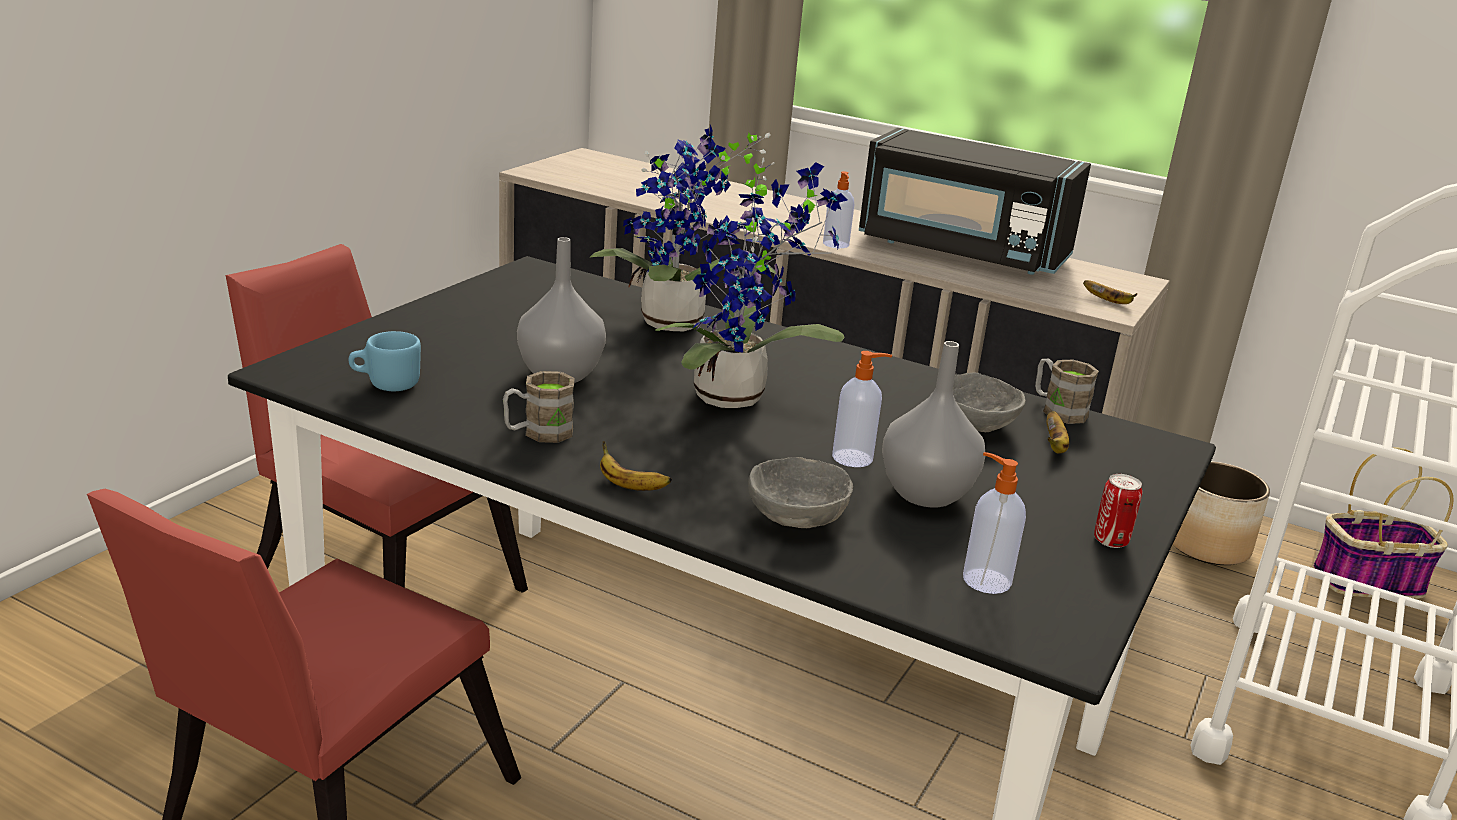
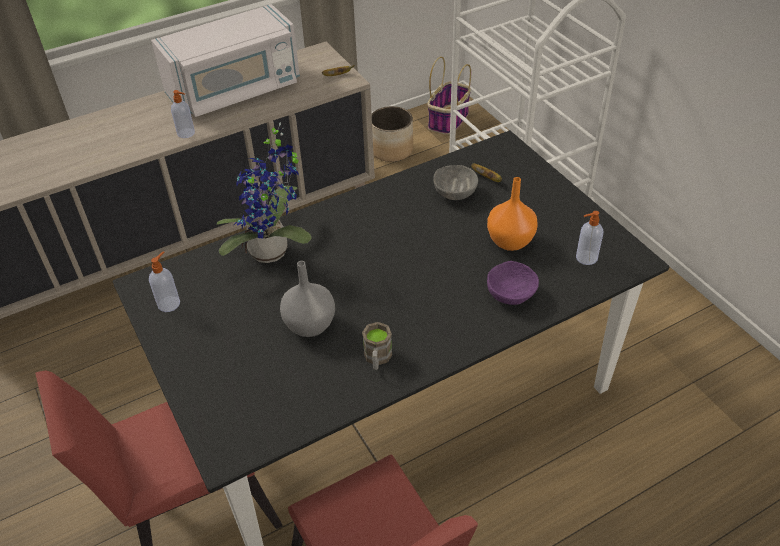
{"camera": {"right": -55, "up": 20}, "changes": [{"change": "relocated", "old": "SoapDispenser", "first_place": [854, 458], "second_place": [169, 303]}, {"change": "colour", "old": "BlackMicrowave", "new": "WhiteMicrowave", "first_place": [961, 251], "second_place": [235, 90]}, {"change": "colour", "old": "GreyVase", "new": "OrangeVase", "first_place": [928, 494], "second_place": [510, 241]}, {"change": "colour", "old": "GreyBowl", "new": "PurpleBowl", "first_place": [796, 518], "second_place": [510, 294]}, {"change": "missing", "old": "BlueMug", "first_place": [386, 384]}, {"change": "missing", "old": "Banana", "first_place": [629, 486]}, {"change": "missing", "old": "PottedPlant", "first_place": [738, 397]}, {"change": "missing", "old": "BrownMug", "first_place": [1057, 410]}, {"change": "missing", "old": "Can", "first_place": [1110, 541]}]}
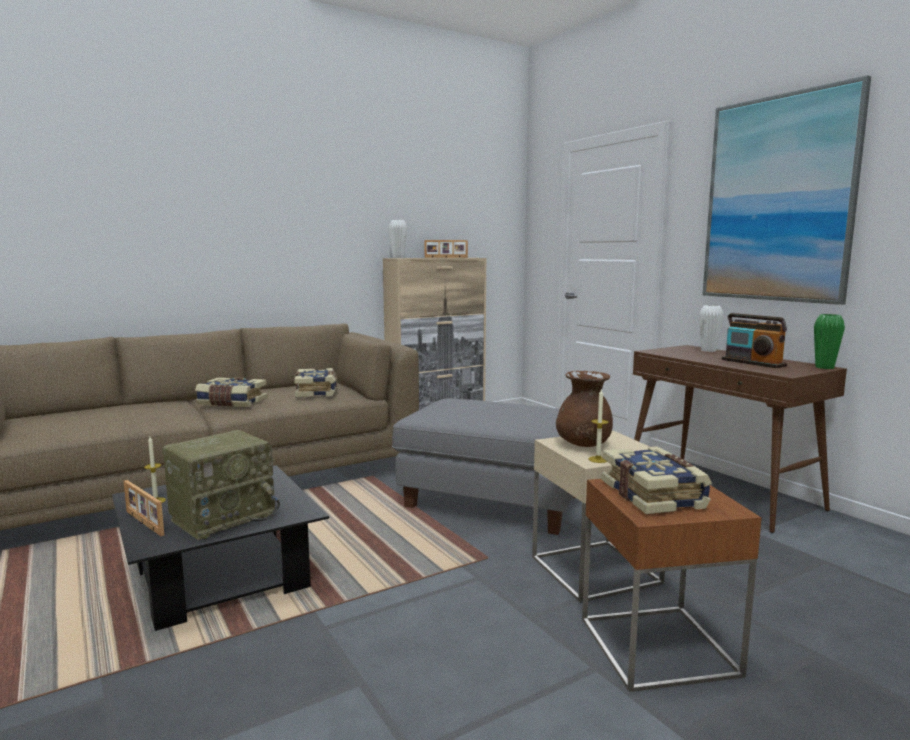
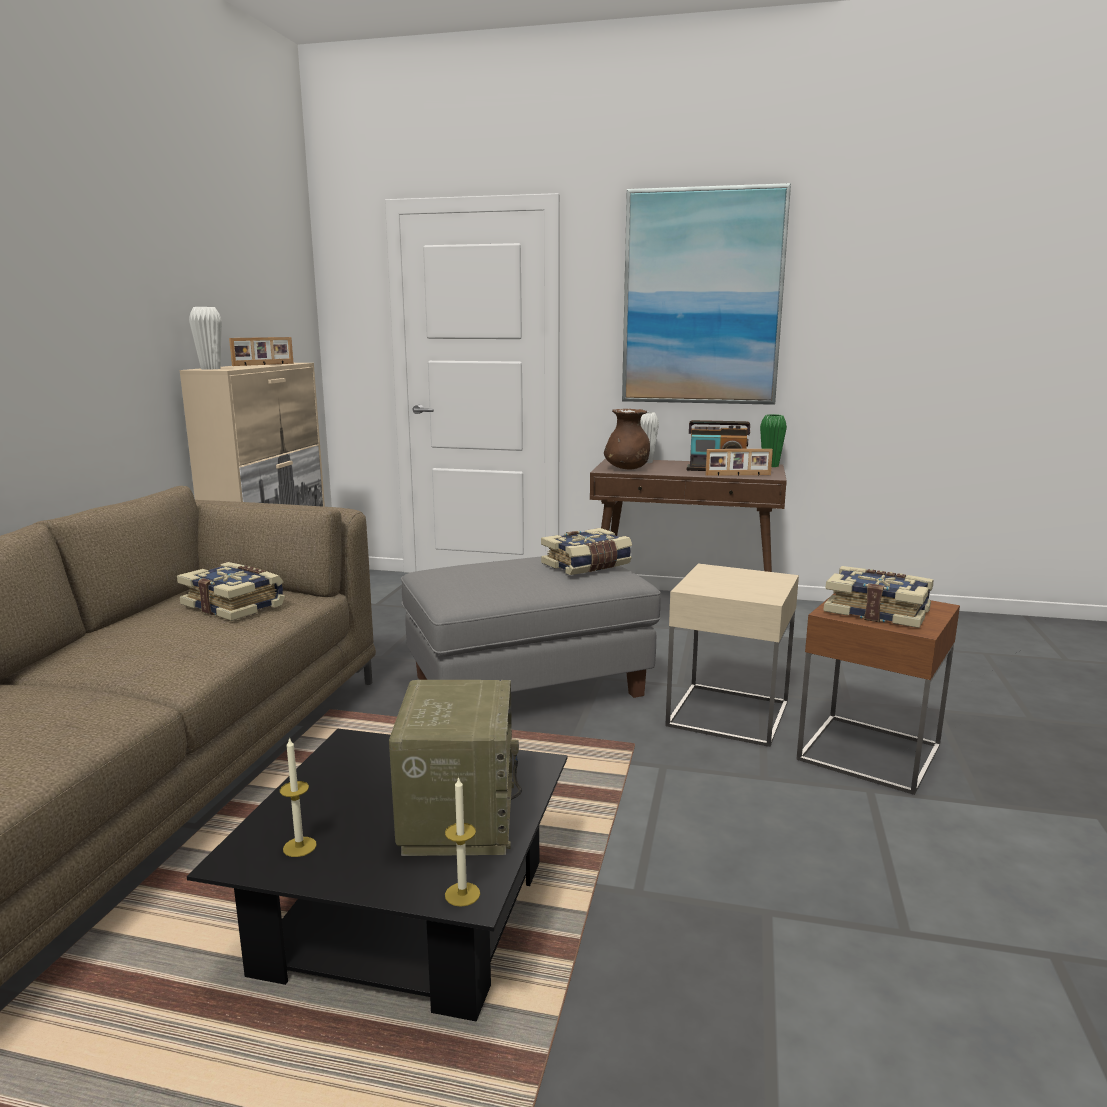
{"camera": {"right": -45, "up": 5}, "changes": [{"change": "relocated", "old": "Candle", "first_place": [598, 459], "second_place": [462, 894]}, {"change": "relocated", "old": "Book", "first_place": [231, 403], "second_place": [587, 565]}, {"change": "relocated", "old": "BrownVase", "first_place": [583, 445], "second_place": [627, 469]}, {"change": "relocated", "old": "PictureFrame", "first_place": [143, 523], "second_place": [738, 475]}]}
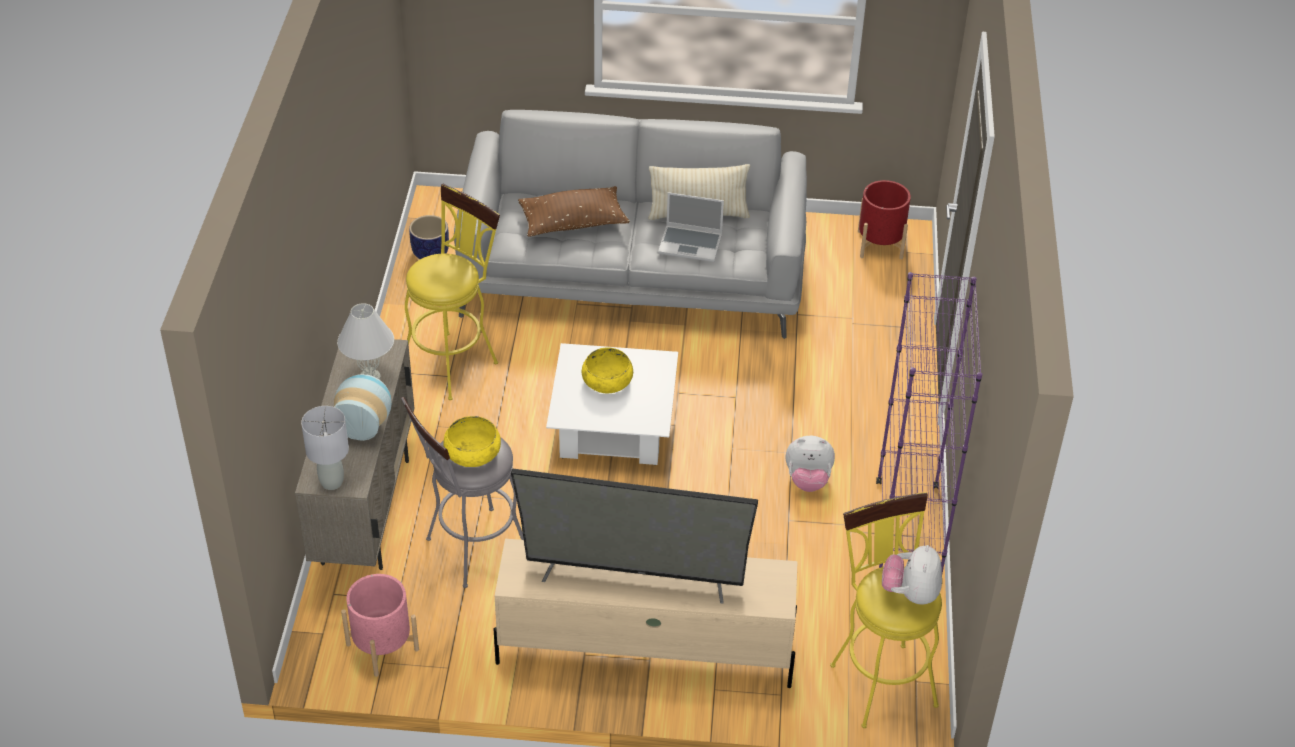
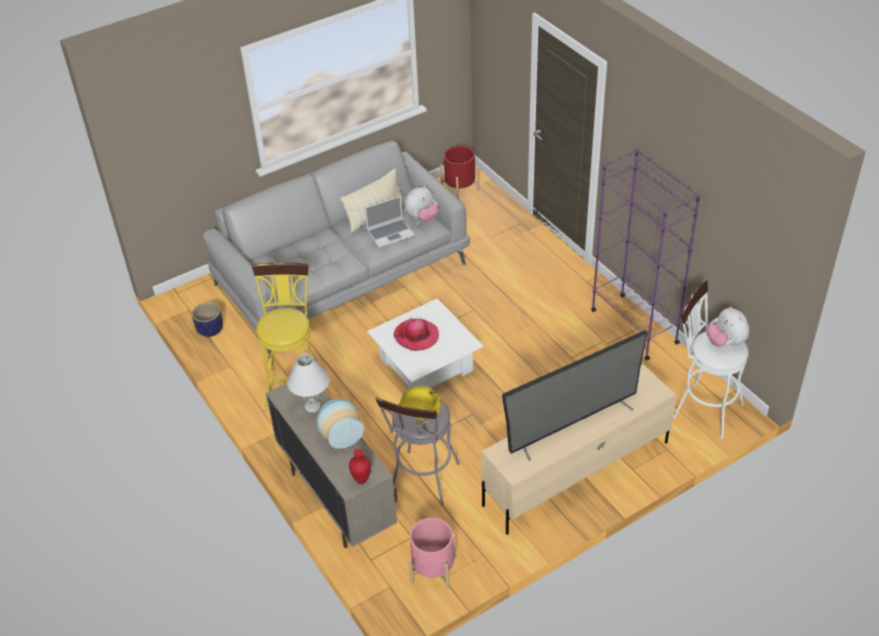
{"camera": {"right": -35, "up": 0}, "changes": [{"change": "exchanged", "old": "GreyTableLamp", "new": "RedVase", "first_place": [331, 482], "second_place": [361, 480]}, {"change": "exchanged", "old": "YellowBowl", "new": "Hat", "first_place": [607, 381], "second_place": [416, 336]}, {"change": "relocated", "old": "PlushToy", "first_place": [808, 480], "second_place": [422, 217]}, {"change": "colour", "old": "YellowStool", "new": "WhiteStool", "first_place": [879, 678], "second_place": [702, 408]}, {"change": "missing", "old": "BrownPillow", "first_place": [573, 223]}]}
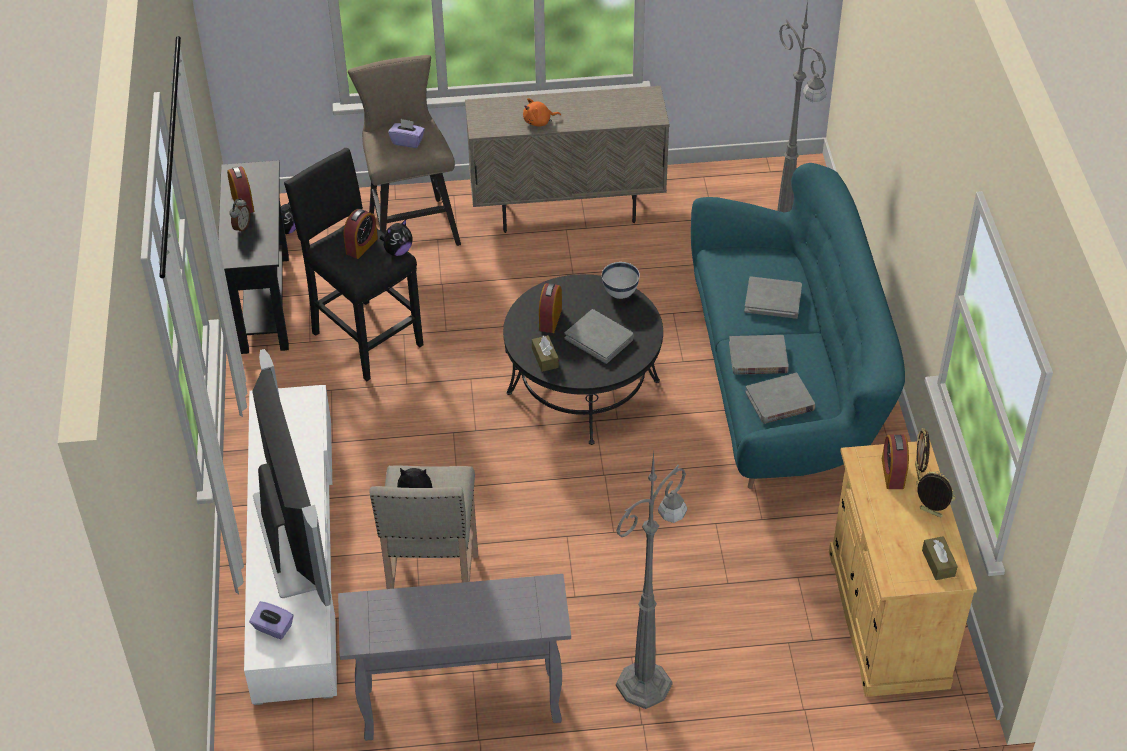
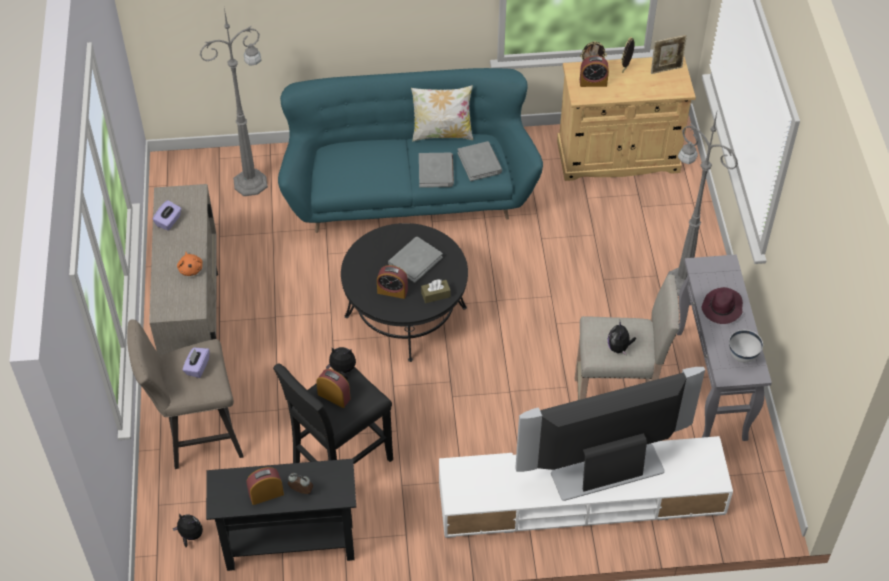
{"camera": {"right": -90, "up": 5}, "changes": [{"change": "relocated", "old": "PurpleTissueBox", "first_place": [273, 628], "second_place": [169, 221]}, {"change": "spun", "old": "PlushToy", "first_place": [398, 251], "second_place": [342, 370], "degrees": -45}, {"change": "appeared", "new": "Pillow", "second_place": [442, 133]}, {"change": "exchanged", "old": "BrownTissueBox", "new": "PictureFrame", "first_place": [938, 563], "second_place": [666, 69]}, {"change": "appeared", "new": "PurpleHat", "second_place": [722, 308]}, {"change": "relocated", "old": "WhiteBowl", "first_place": [620, 294], "second_place": [742, 356]}, {"change": "missing", "old": "GreyBook", "first_place": [773, 299]}]}
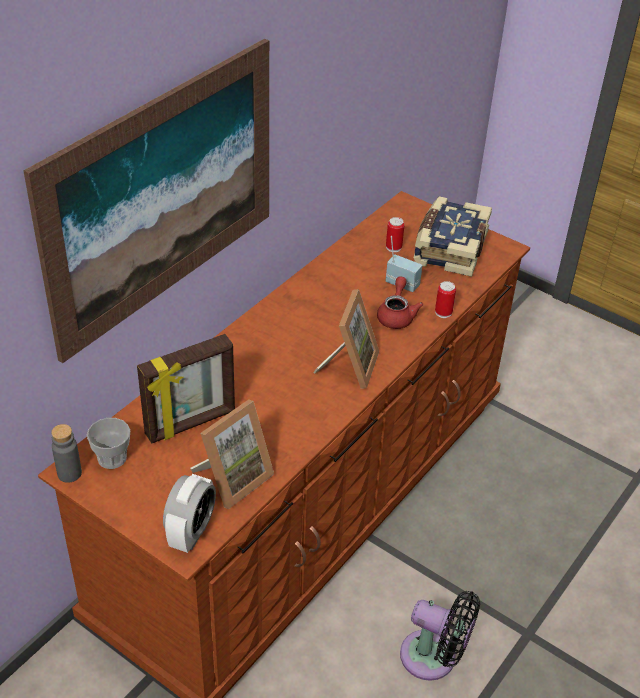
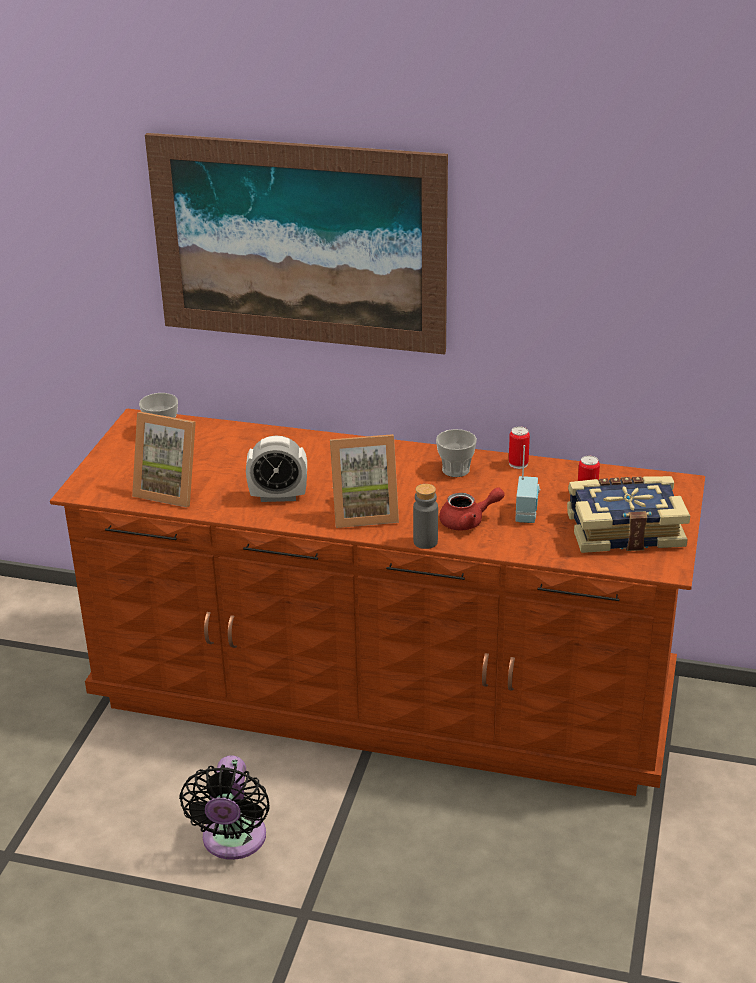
{"camera": {"right": 70, "up": -10}, "changes": [{"change": "relocated", "old": "AlarmClock", "first_place": [191, 533], "second_place": [278, 496]}, {"change": "relocated", "old": "GreyBottle", "first_place": [69, 473], "second_place": [425, 542]}, {"change": "appeared", "new": "Cup", "second_place": [455, 470]}, {"change": "relocated", "old": "Can", "first_place": [443, 312], "second_place": [518, 464]}, {"change": "missing", "old": "PictureFrame", "first_place": [191, 424]}]}
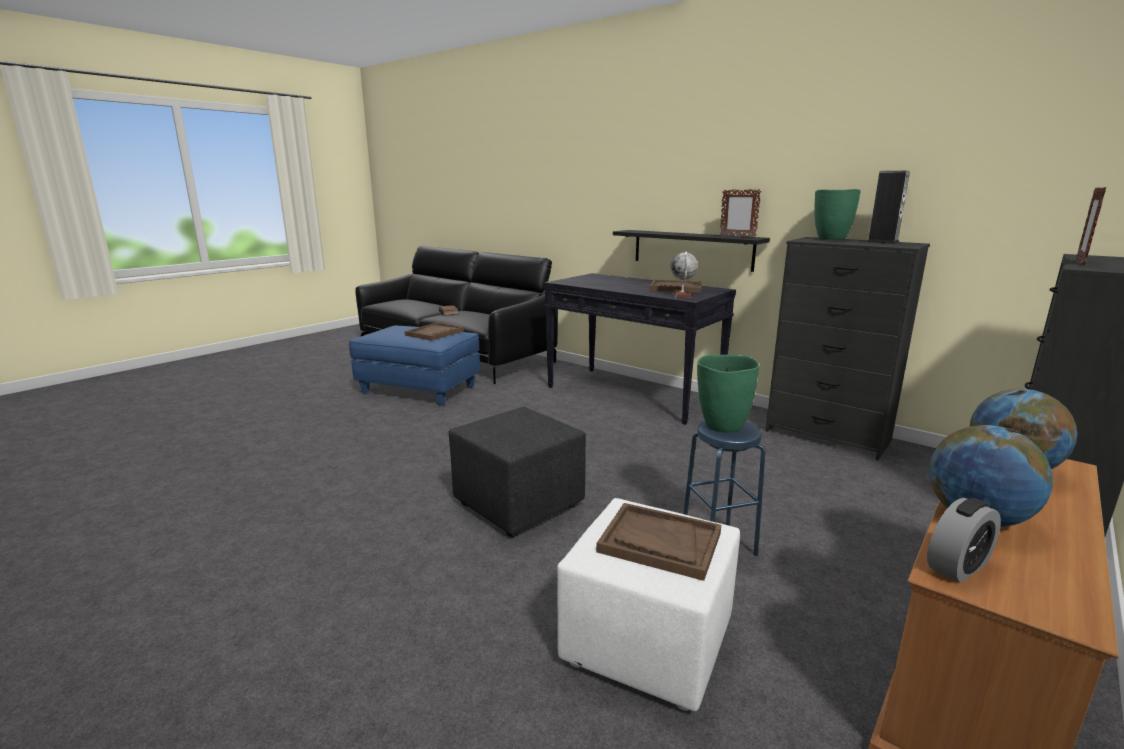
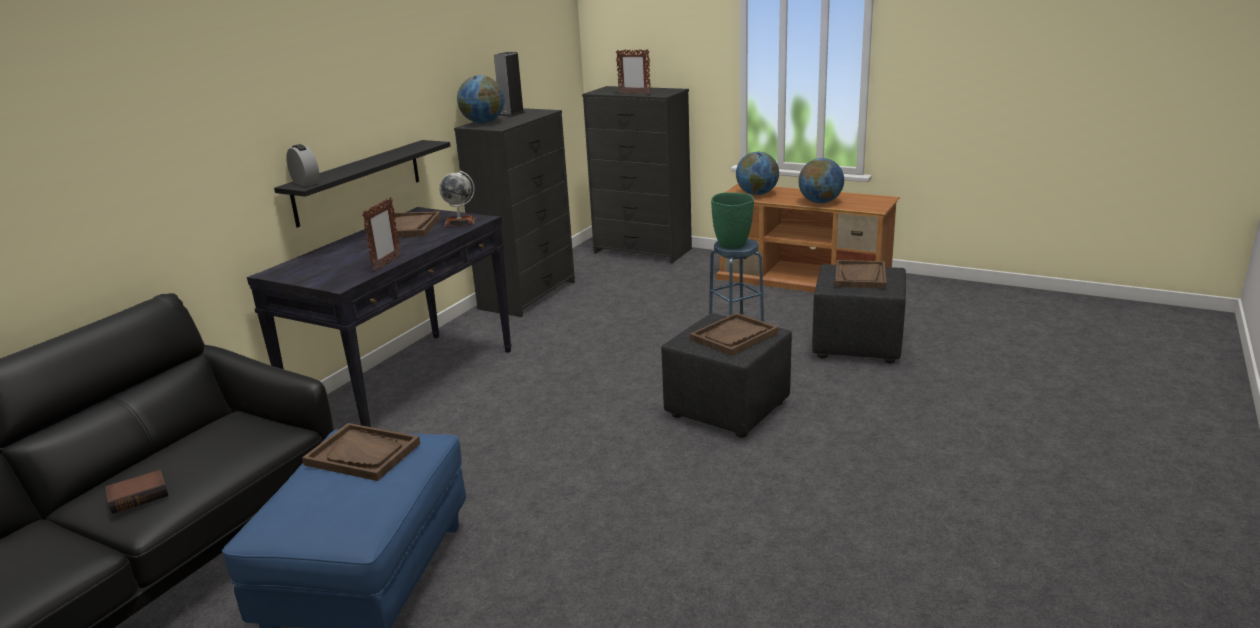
{"camera": {"right": -100, "up": 5}, "changes": [{"change": "relocated", "old": "AlarmClock", "first_place": [957, 567], "second_place": [305, 183]}, {"change": "relocated", "old": "PictureFrame", "first_place": [737, 236], "second_place": [386, 264]}, {"change": "exchanged", "old": "GreenVase", "new": "Globe", "first_place": [830, 239], "second_place": [483, 123]}, {"change": "appeared", "new": "BrownTray", "second_place": [734, 336]}, {"change": "colour", "old": "WhiteOttoman", "new": "BlackOttoman", "first_place": [649, 644], "second_place": [856, 345]}]}
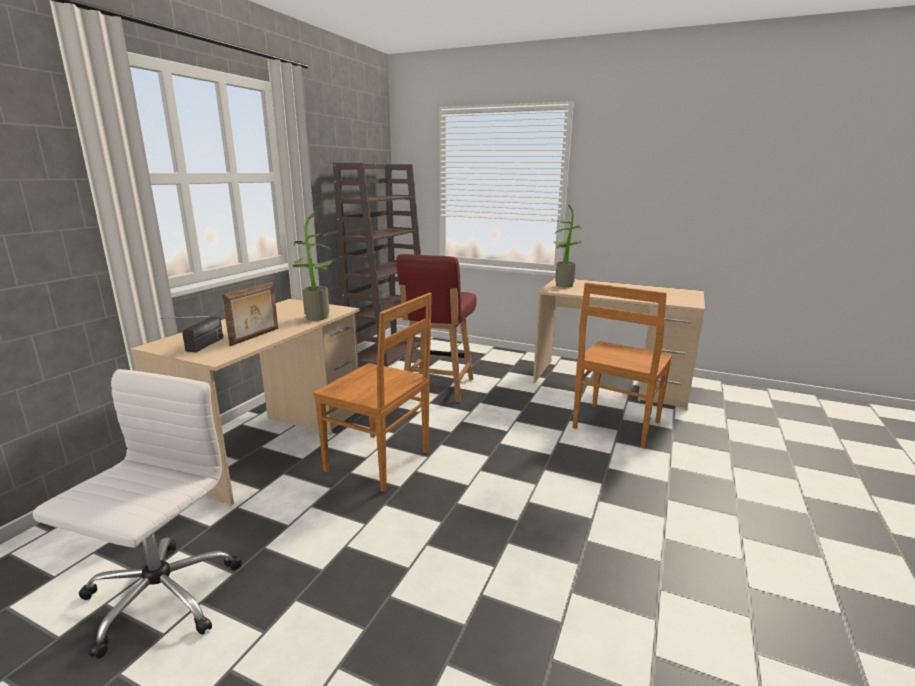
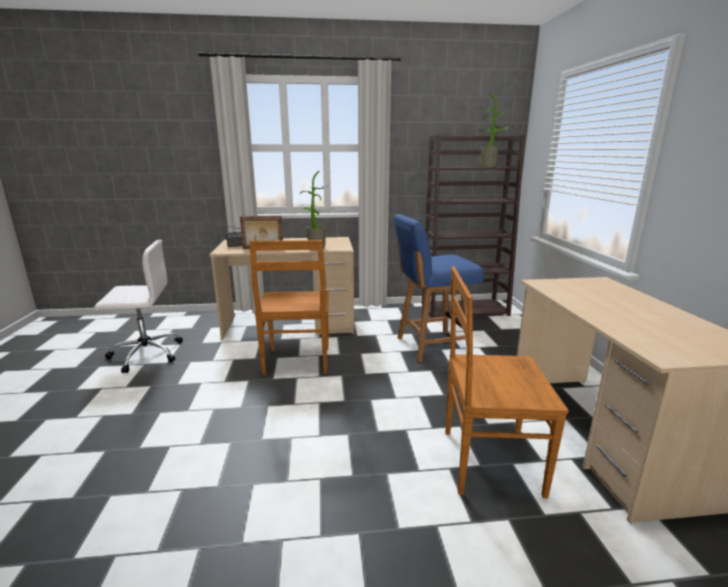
{"camera": {"right": 60, "up": 0}, "changes": [{"change": "colour", "old": "RedChair", "new": "BlueChair", "first_place": [437, 387], "second_place": [431, 346]}, {"change": "relocated", "old": "PottedPlant", "first_place": [562, 285], "second_place": [488, 167]}]}
